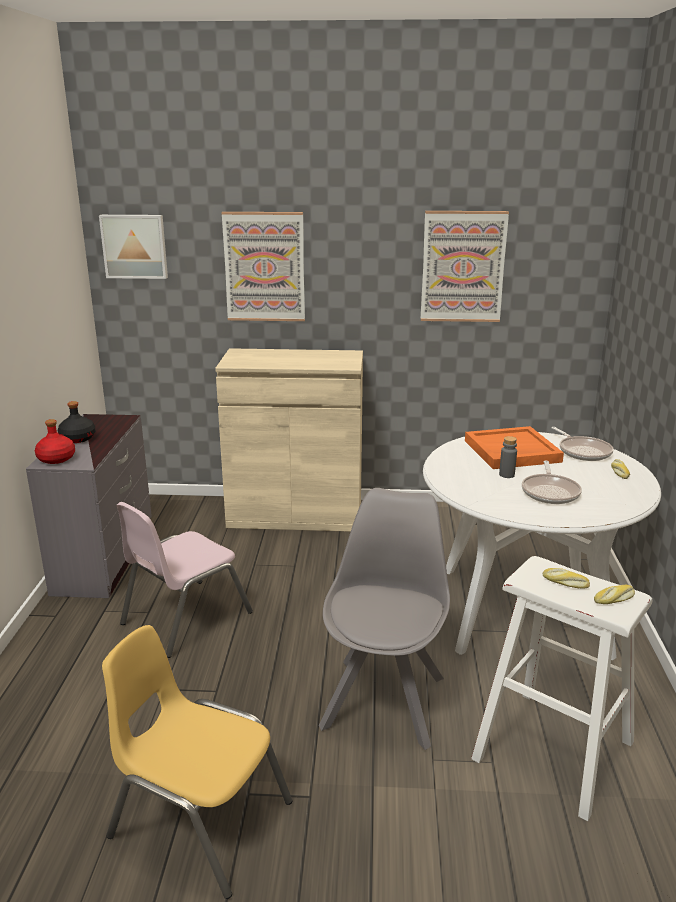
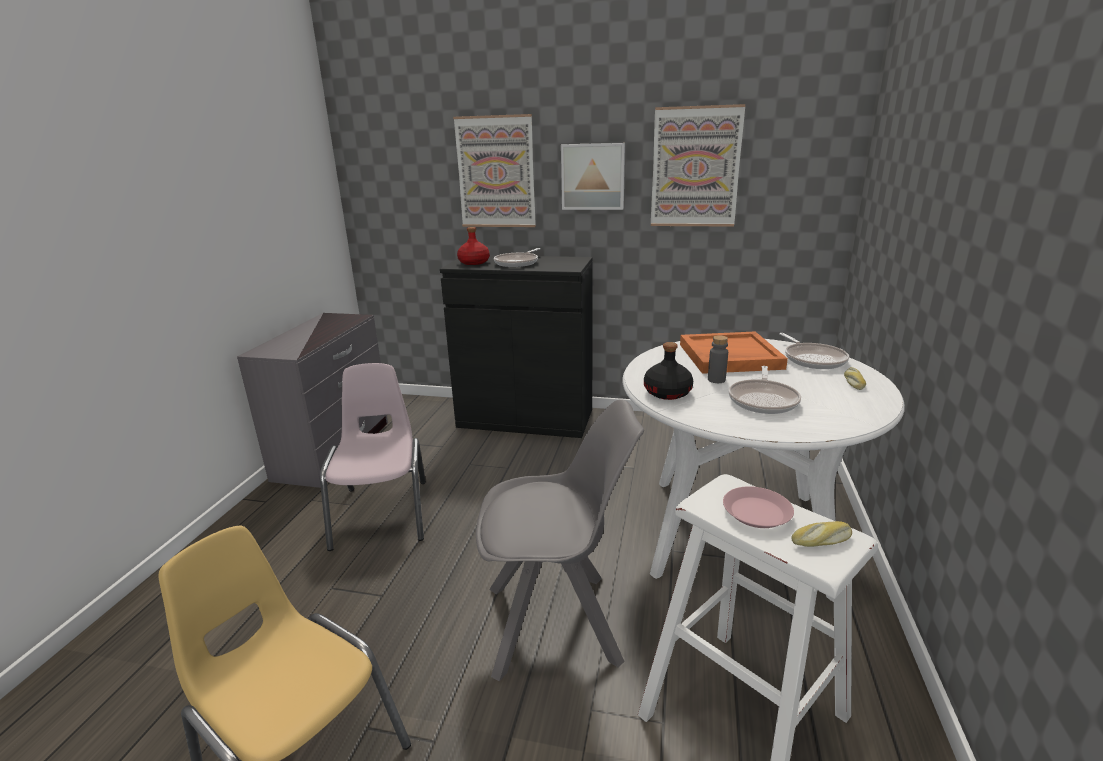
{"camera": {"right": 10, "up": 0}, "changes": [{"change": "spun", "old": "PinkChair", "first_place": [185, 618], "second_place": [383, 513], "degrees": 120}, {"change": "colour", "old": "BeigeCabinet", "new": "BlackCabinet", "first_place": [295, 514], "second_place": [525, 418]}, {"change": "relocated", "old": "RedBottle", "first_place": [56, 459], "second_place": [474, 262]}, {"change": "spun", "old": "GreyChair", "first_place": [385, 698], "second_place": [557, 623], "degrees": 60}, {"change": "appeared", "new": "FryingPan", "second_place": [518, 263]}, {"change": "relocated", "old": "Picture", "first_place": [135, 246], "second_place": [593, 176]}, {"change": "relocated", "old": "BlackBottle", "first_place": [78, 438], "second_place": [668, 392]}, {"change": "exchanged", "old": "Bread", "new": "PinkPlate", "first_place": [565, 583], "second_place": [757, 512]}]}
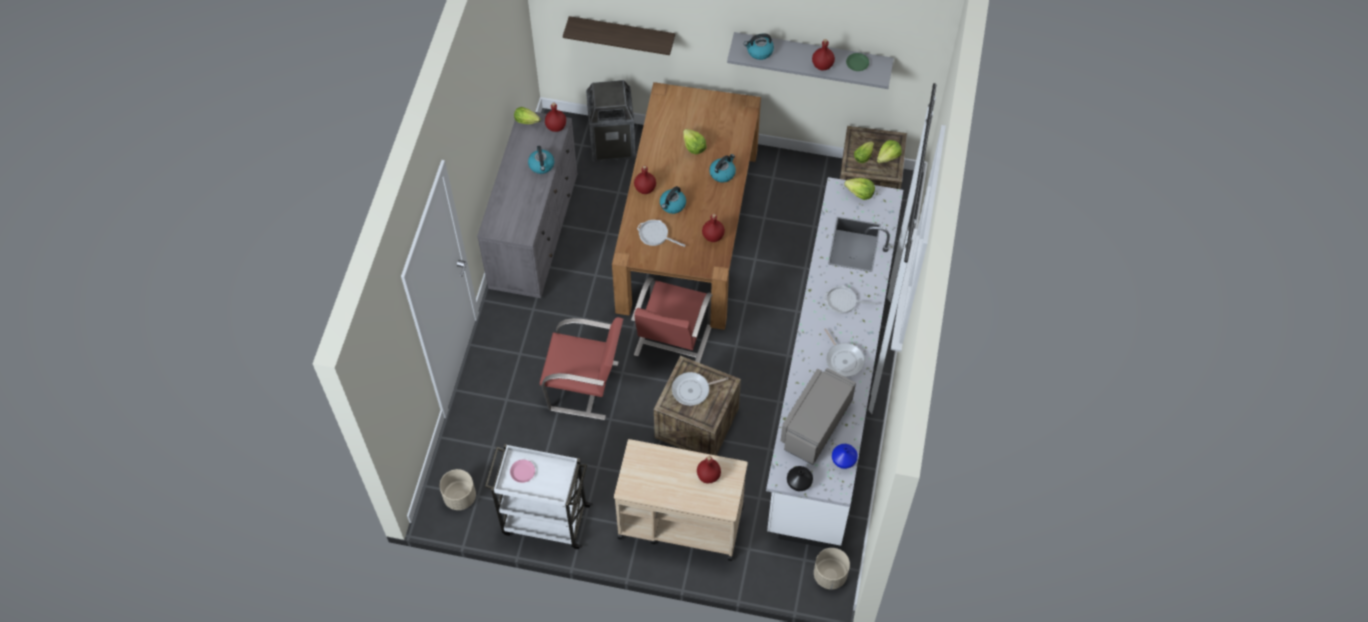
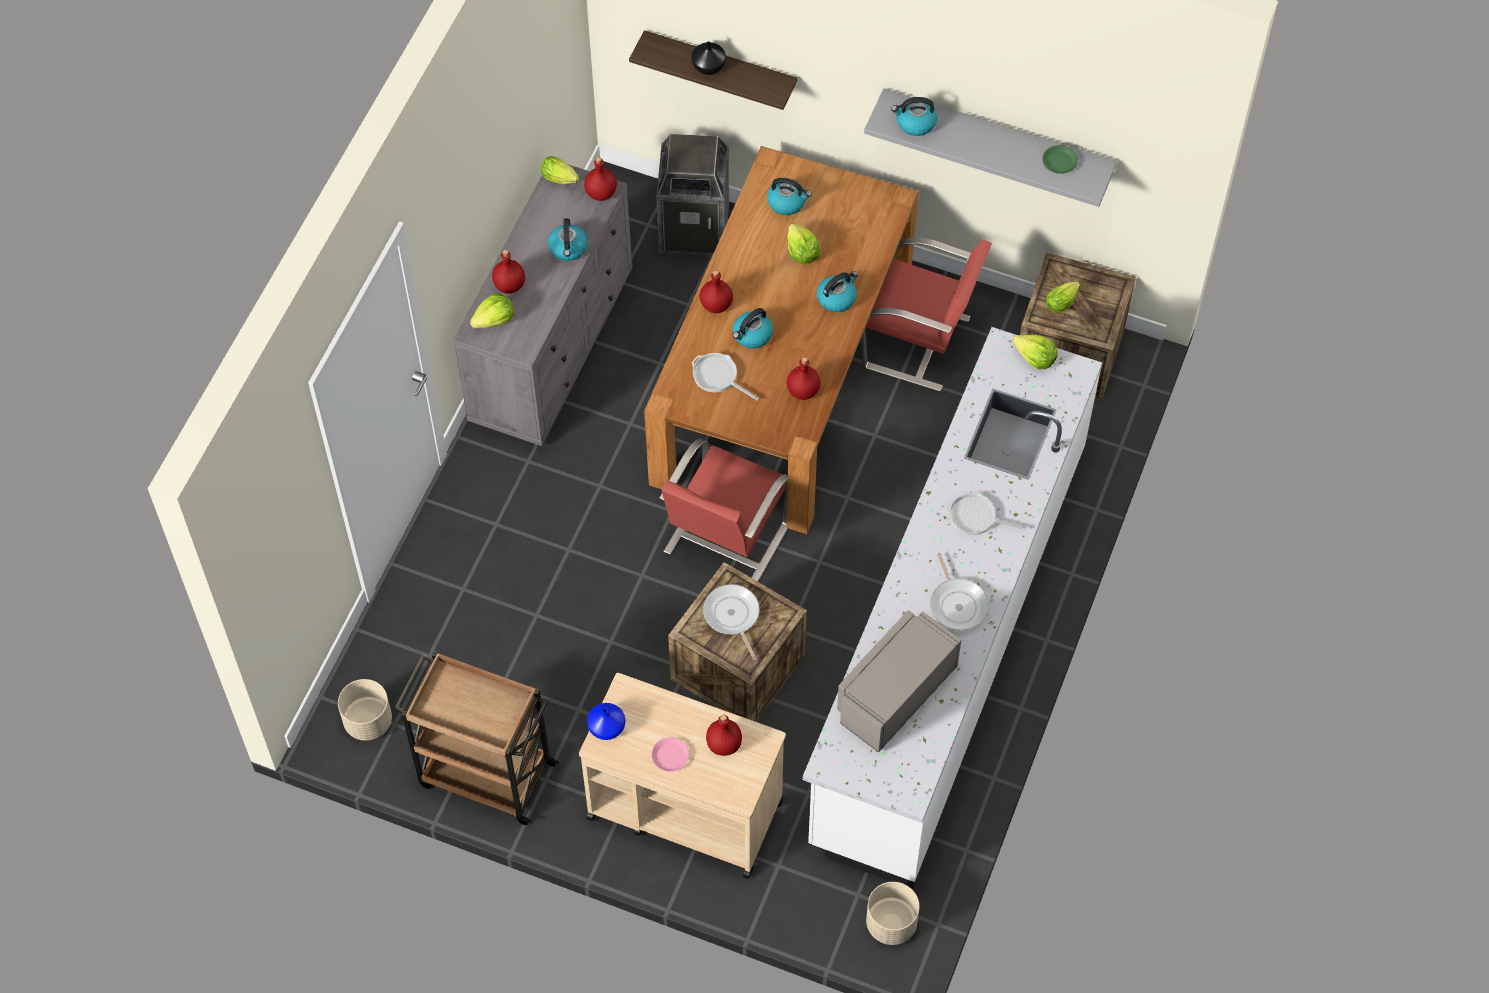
{"camera": {"right": 10, "up": 0}, "changes": [{"change": "colour", "old": "WhiteCart", "new": "BrownCart", "first_place": [544, 519], "second_place": [485, 774]}, {"change": "relocated", "old": "Lettuce", "first_place": [888, 157], "second_place": [494, 320]}, {"change": "relocated", "old": "RedBottle", "first_place": [822, 65], "second_place": [509, 284]}, {"change": "relocated", "old": "BlueVase", "first_place": [843, 460], "second_place": [606, 728]}, {"change": "relocated", "old": "PinkPlate", "first_place": [522, 472], "second_place": [670, 756]}, {"change": "relocated", "old": "BlackVase", "first_place": [799, 483], "second_place": [708, 67]}, {"change": "spun", "old": "FryingPan", "first_place": [693, 390], "second_place": [732, 616], "degrees": 75}, {"change": "appeared", "new": "Kettle", "second_place": [787, 202]}, {"change": "relocated", "old": "RedChair", "first_place": [585, 386], "second_place": [918, 343]}]}
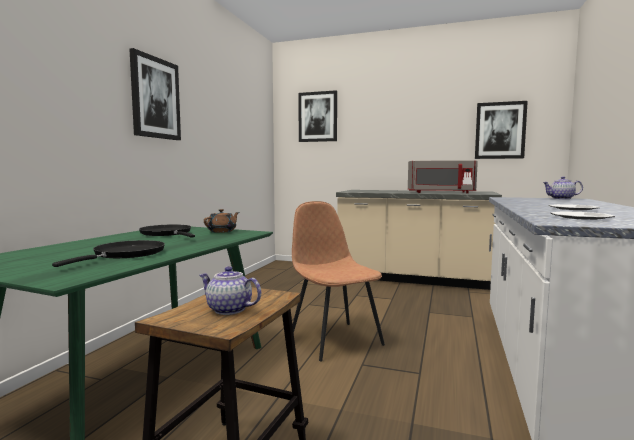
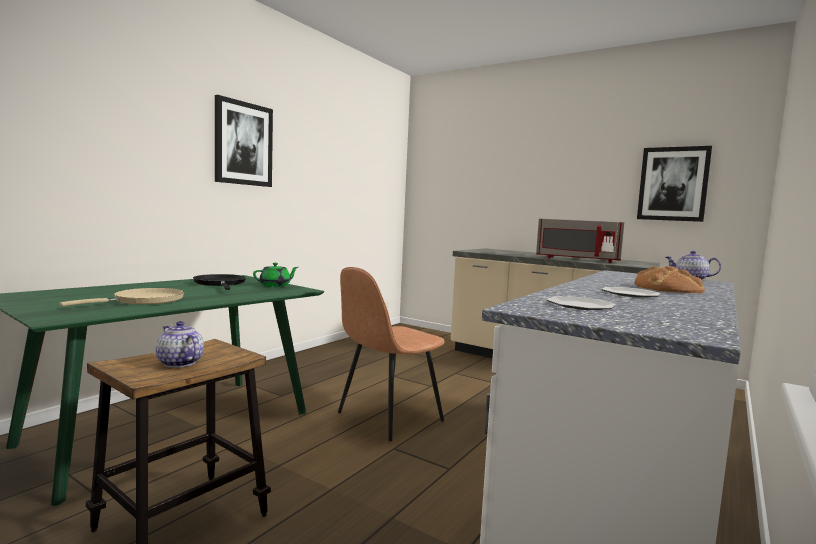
{"camera": {"right": 15, "up": 0}, "changes": [{"change": "colour", "old": "BlackFryingPan", "new": "BeigeFryingPan", "first_place": [126, 254], "second_place": [144, 301]}, {"change": "colour", "old": "BrownTeapot", "new": "GreenTeapot", "first_place": [222, 231], "second_place": [275, 285]}, {"change": "spun", "old": "BrownChair", "first_place": [334, 339], "second_place": [387, 417], "degrees": -120}, {"change": "appeared", "new": "Bread", "second_place": [667, 288]}, {"change": "missing", "old": "Picture", "first_place": [318, 117]}]}
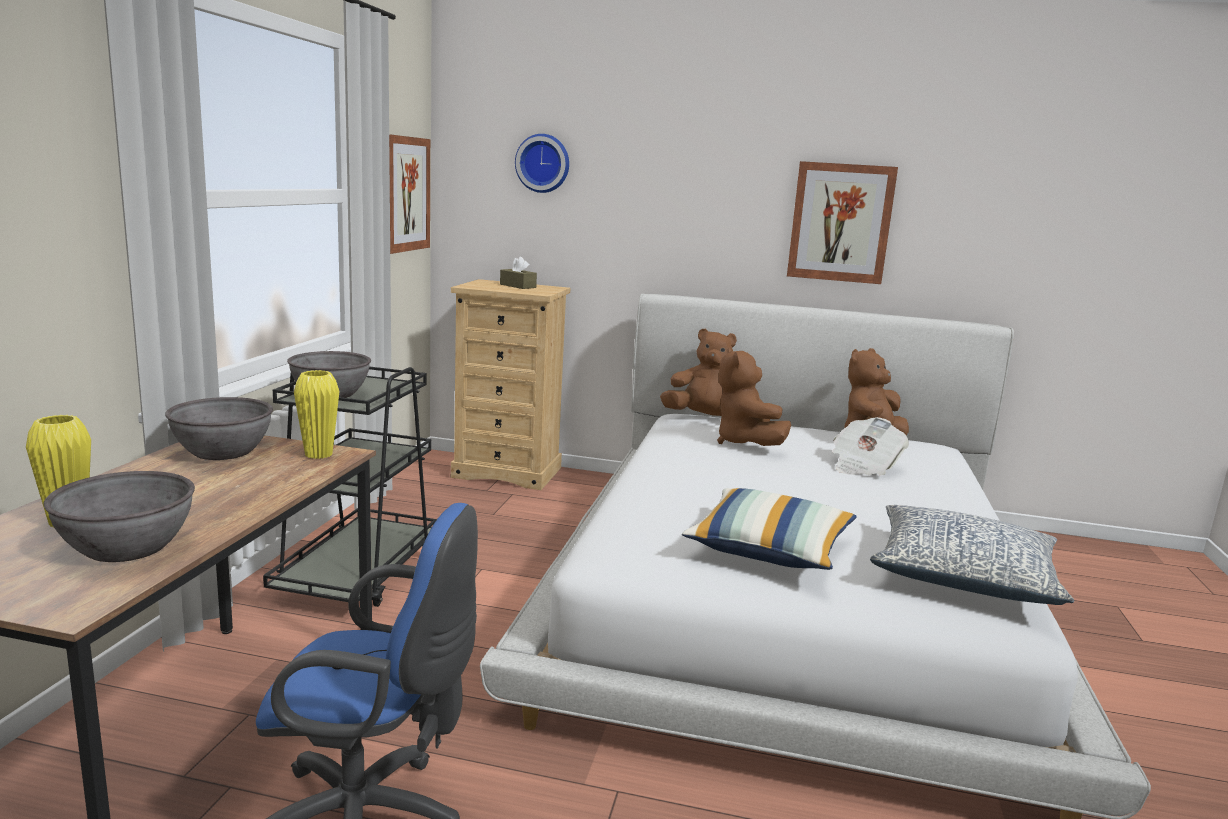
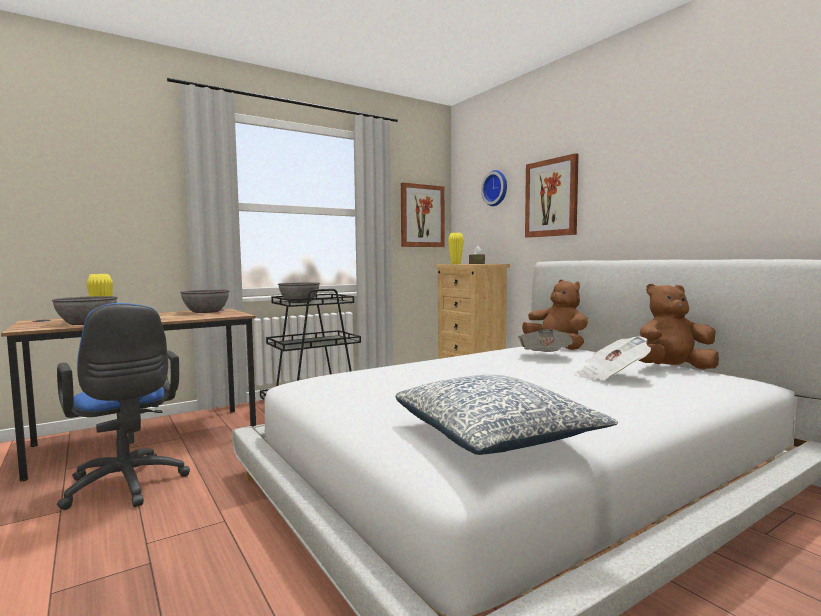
{"camera": {"right": 45, "up": -10}, "changes": [{"change": "relocated", "old": "YellowVase", "first_place": [318, 454], "second_place": [456, 264]}, {"change": "exchanged", "old": "BrownPlushToy", "new": "Newspaper", "first_place": [745, 443], "second_place": [545, 356]}, {"change": "relocated", "old": "Picture", "first_place": [840, 222], "second_place": [551, 198]}, {"change": "missing", "old": "Pillow", "first_place": [769, 549]}]}
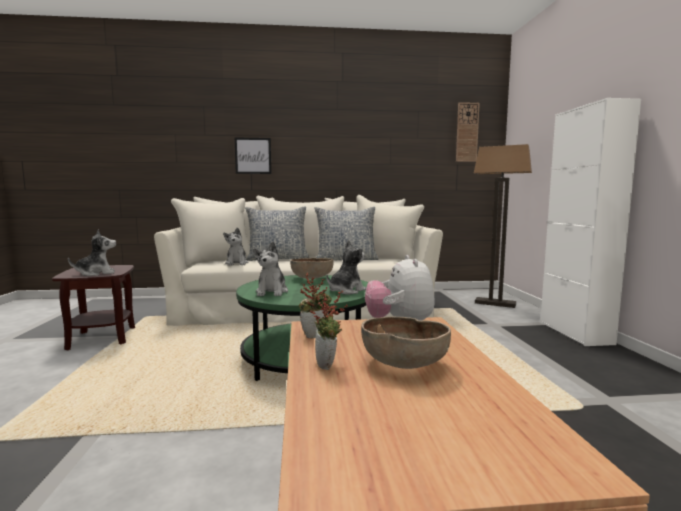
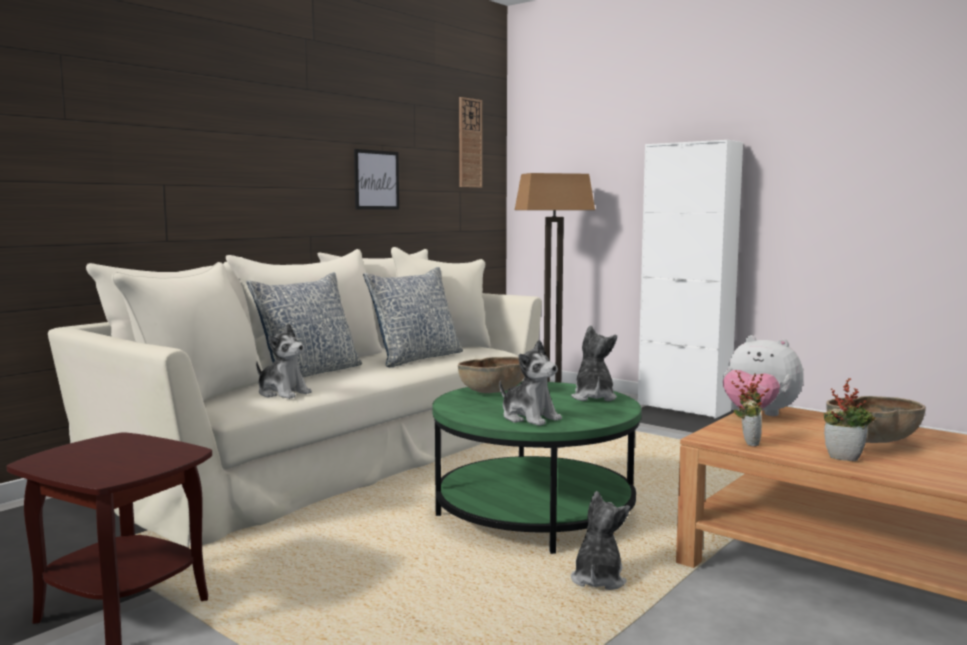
{"camera": {"right": -45, "up": 0}, "changes": [{"change": "relocated", "old": "Picture", "first_place": [253, 156], "second_place": [376, 180]}, {"change": "relocated", "old": "PlushToy", "first_place": [96, 273], "second_place": [598, 579]}]}
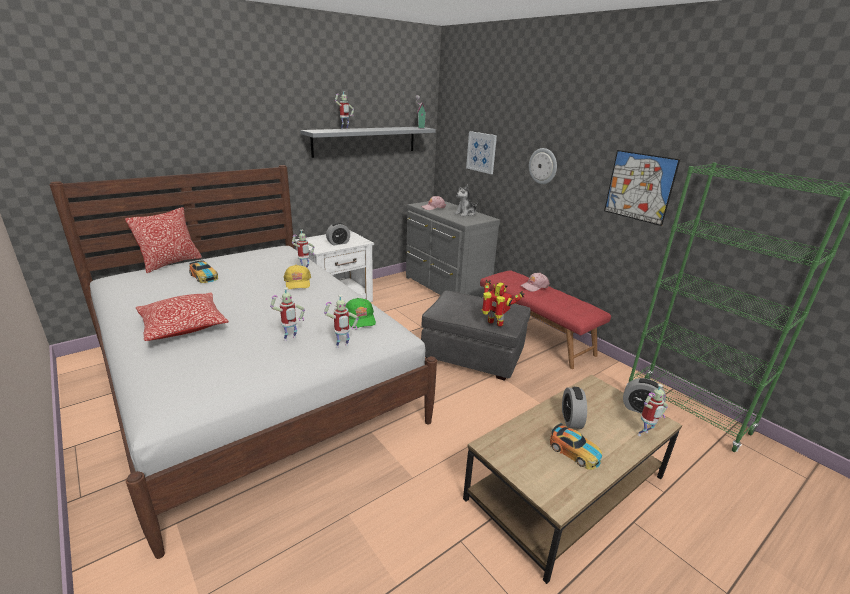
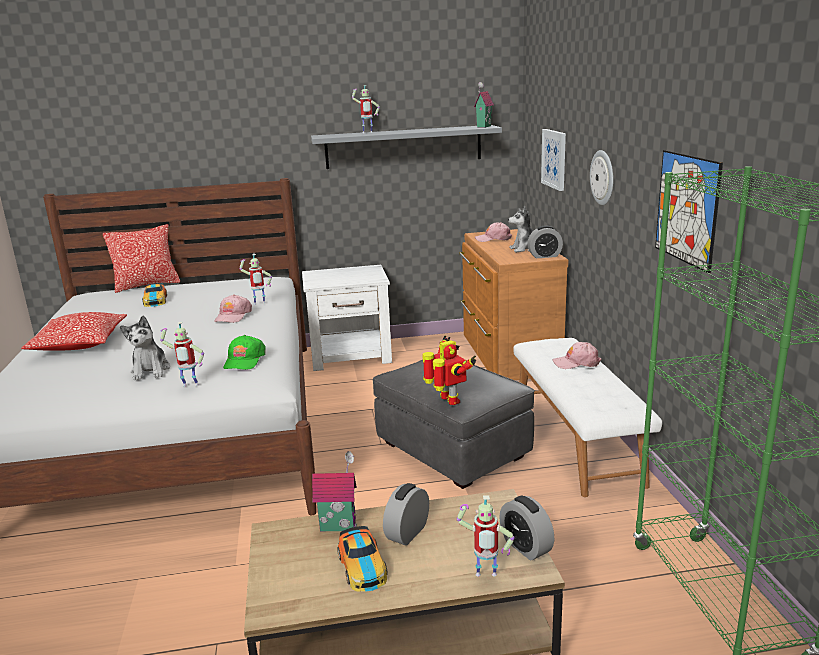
{"camera": {"right": 30, "up": -5}, "changes": [{"change": "exchanged", "old": "ToyRobot", "new": "PlushToy", "first_place": [290, 339], "second_place": [151, 370]}, {"change": "colour", "old": "YellowCap", "new": "PinkCap", "first_place": [298, 282], "second_place": [233, 316]}, {"change": "appeared", "new": "ToyHouse", "second_place": [338, 525]}, {"change": "colour", "old": "GreyDresser", "new": "BrownDresser", "first_place": [445, 288], "second_place": [507, 358]}, {"change": "colour", "old": "RedBench", "new": "WhiteBench", "first_place": [535, 334], "second_place": [577, 440]}, {"change": "relocated", "old": "AlarmClock", "first_place": [338, 243], "second_place": [544, 256]}]}
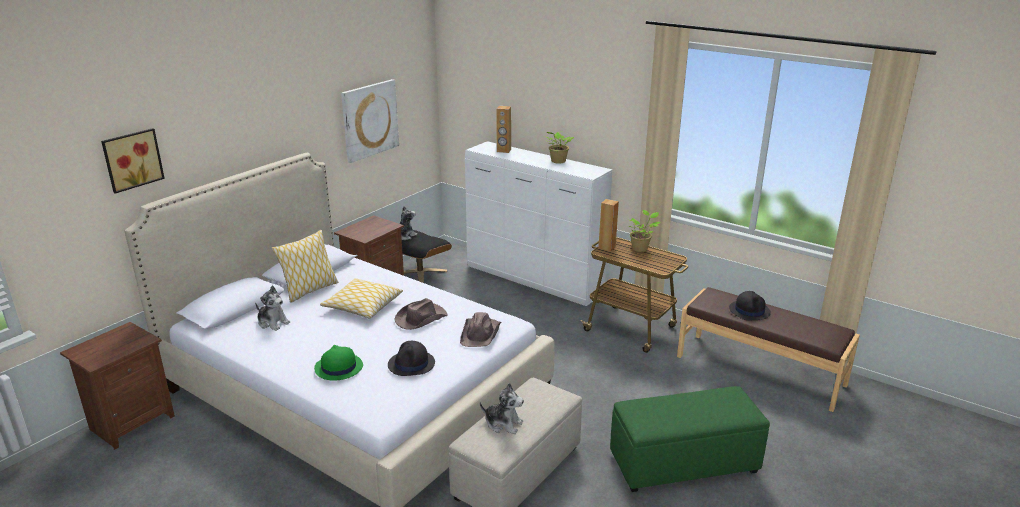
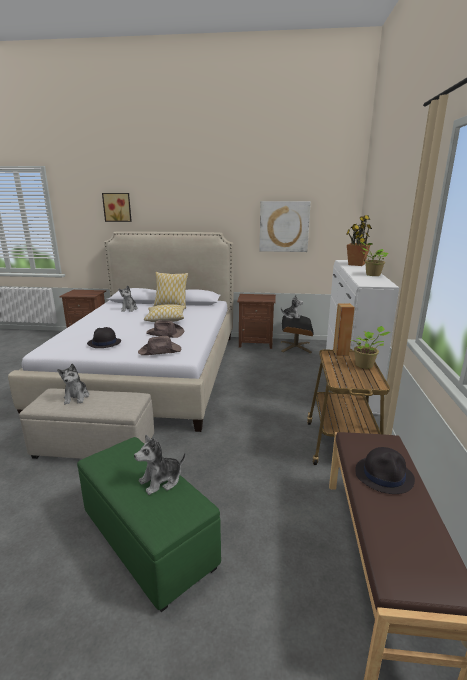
{"camera": {"right": 60, "up": -5}, "changes": [{"change": "appeared", "new": "PlushToy", "second_place": [161, 481]}, {"change": "exchanged", "old": "BrownSpeaker", "new": "PottedPlant", "first_place": [503, 151], "second_place": [356, 264]}, {"change": "missing", "old": "GreenHat", "first_place": [338, 368]}]}
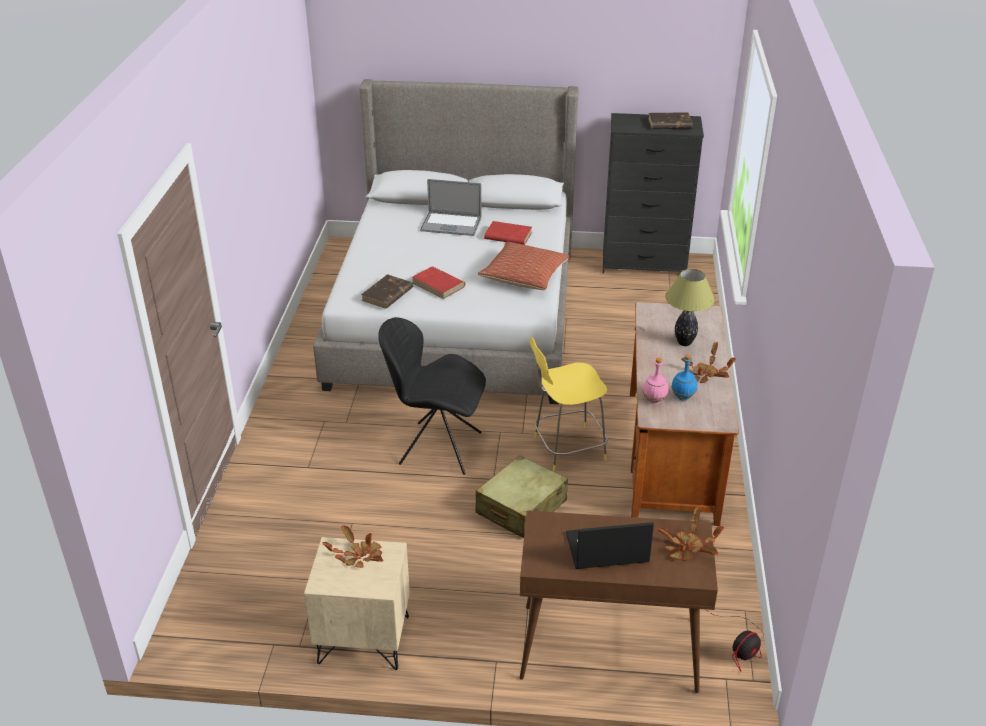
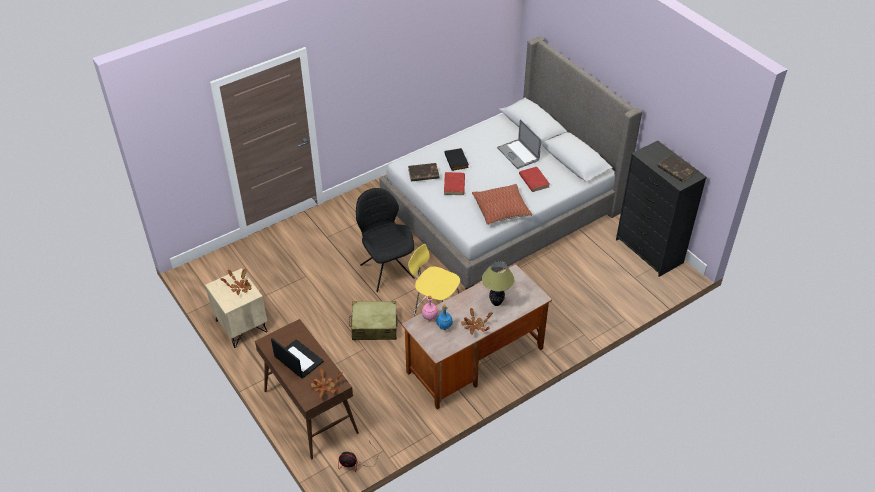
{"camera": {"right": 50, "up": 10}, "changes": [{"change": "appeared", "new": "BlackBook", "second_place": [457, 161]}]}
